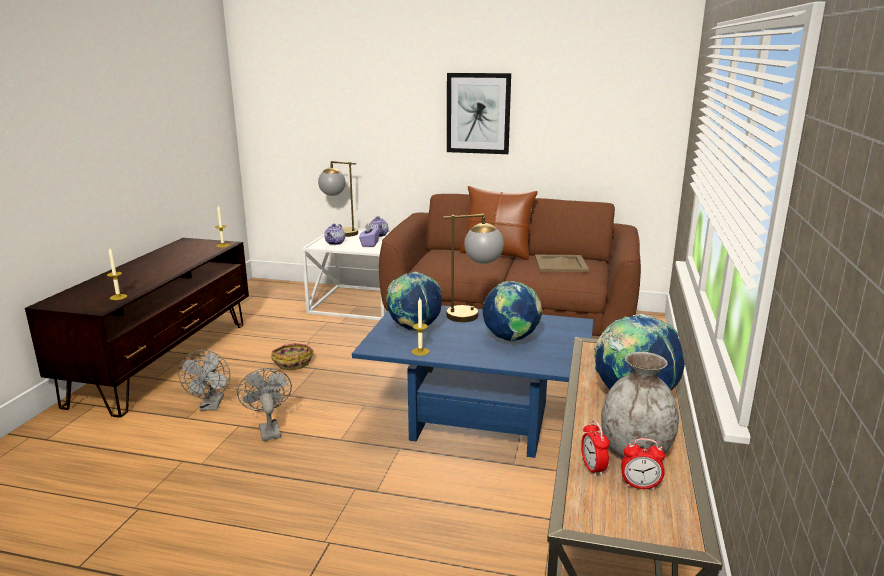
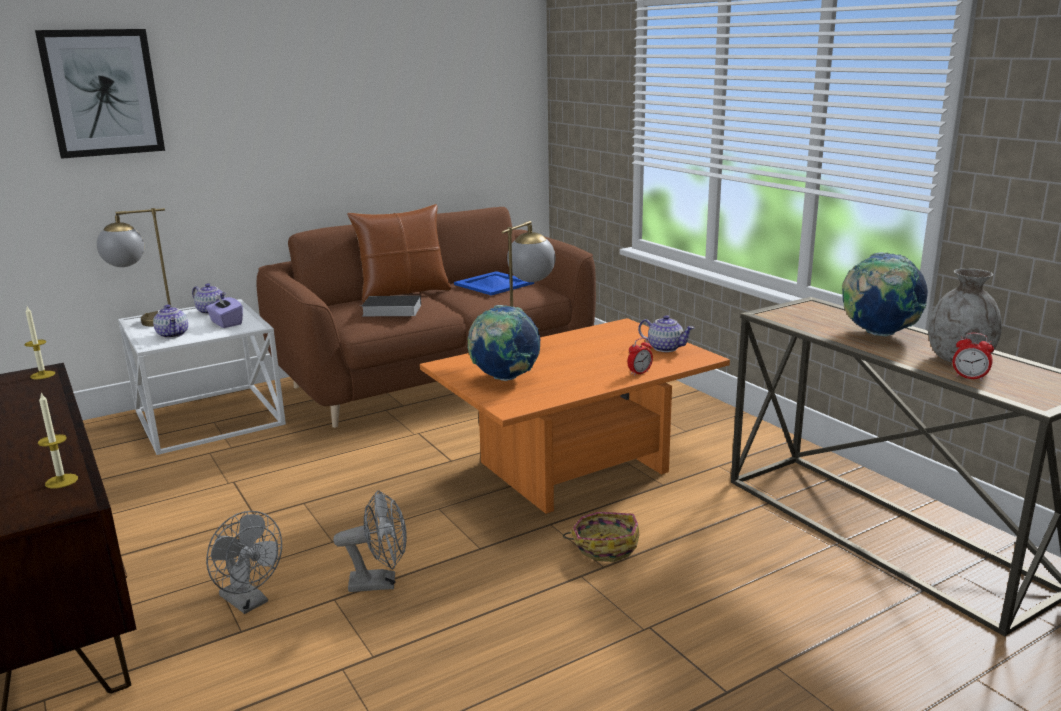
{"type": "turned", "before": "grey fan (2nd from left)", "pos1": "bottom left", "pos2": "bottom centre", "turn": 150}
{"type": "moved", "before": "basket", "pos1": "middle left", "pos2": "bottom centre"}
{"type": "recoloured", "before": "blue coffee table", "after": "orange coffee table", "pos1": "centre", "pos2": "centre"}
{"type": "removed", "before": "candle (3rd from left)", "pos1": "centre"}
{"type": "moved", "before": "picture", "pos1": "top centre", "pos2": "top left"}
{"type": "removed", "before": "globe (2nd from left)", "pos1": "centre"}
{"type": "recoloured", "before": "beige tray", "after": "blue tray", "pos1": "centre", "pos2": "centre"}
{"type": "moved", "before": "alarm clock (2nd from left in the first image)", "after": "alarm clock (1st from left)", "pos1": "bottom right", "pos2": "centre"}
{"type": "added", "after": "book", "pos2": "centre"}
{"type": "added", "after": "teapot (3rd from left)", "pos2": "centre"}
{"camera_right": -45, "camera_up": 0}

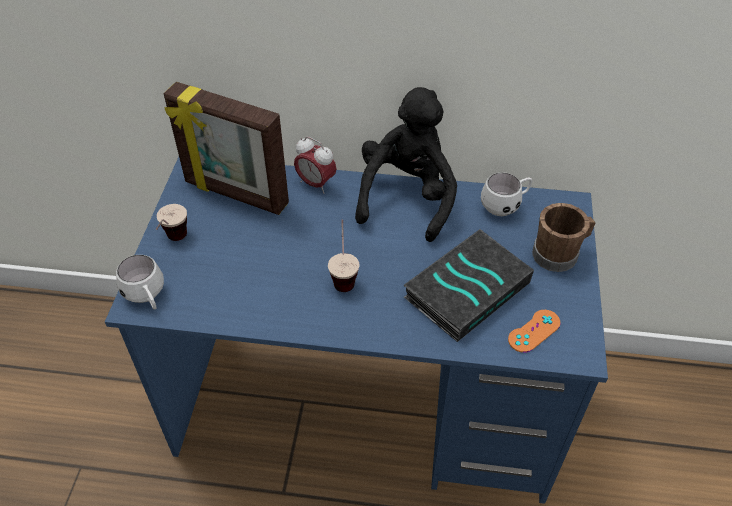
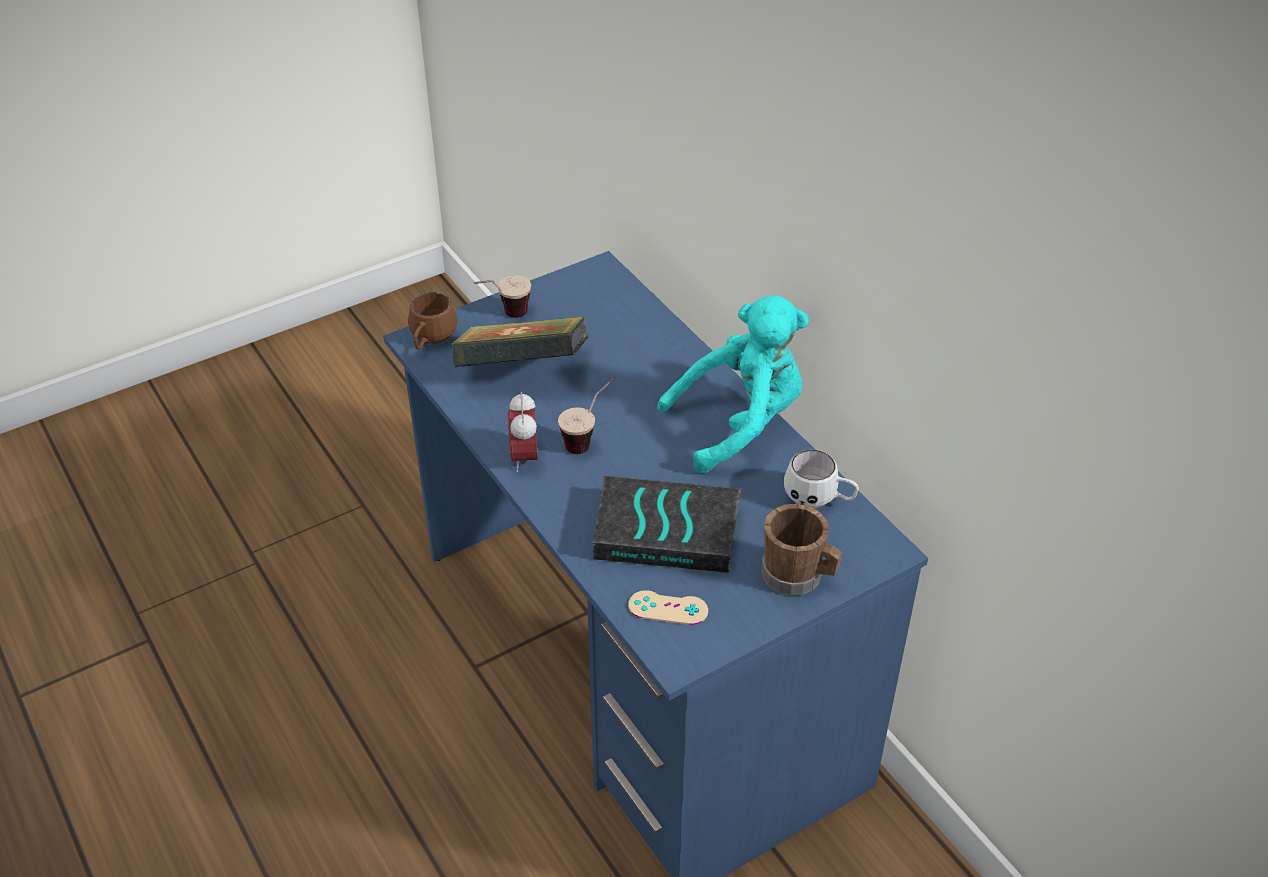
{"type": "recoloured", "before": "white mug (1st from left)", "after": "brown mug (1st from left)", "pos1": "middle left", "pos2": "centre"}
{"type": "removed", "before": "picture frame", "pos1": "top left"}
{"type": "moved", "before": "alarm clock", "pos1": "top centre", "pos2": "centre"}
{"type": "recoloured", "before": "black plush toy", "after": "turquoise plush toy", "pos1": "top centre", "pos2": "centre"}
{"type": "recoloured", "before": "orange game controller", "after": "beige game controller", "pos1": "middle right", "pos2": "bottom centre"}
{"type": "added", "after": "book (1st from left)", "pos2": "centre"}
{"camera_right": 50, "camera_up": -5}

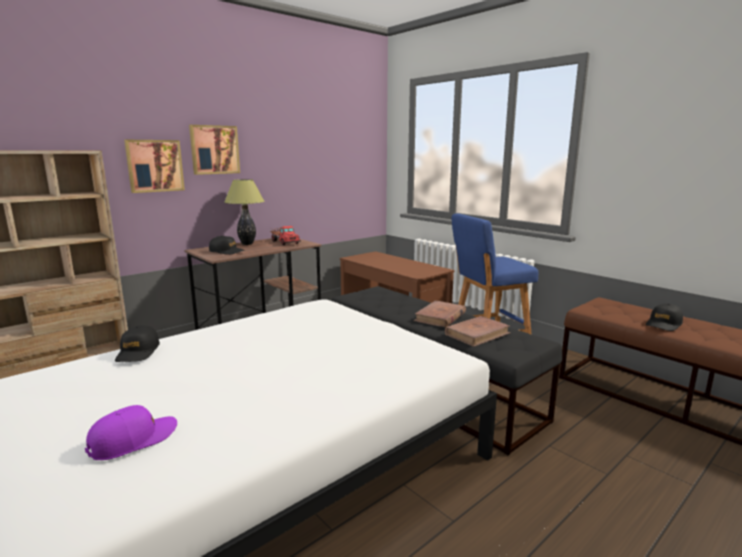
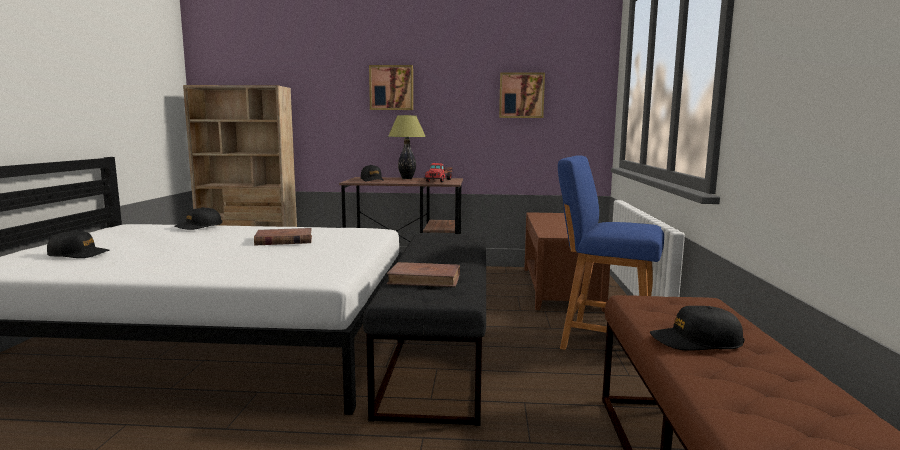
{"type": "recoloured", "before": "purple cap", "after": "black cap (1st from left)", "pos1": "bottom left", "pos2": "middle left"}
{"type": "moved", "before": "picture (1st from left in the first image)", "after": "picture (2nd from left)", "pos1": "top left", "pos2": "top centre"}
{"type": "moved", "before": "brown book (1st from left)", "pos1": "centre", "pos2": "middle left"}
{"camera_right": 45, "camera_up": -5}

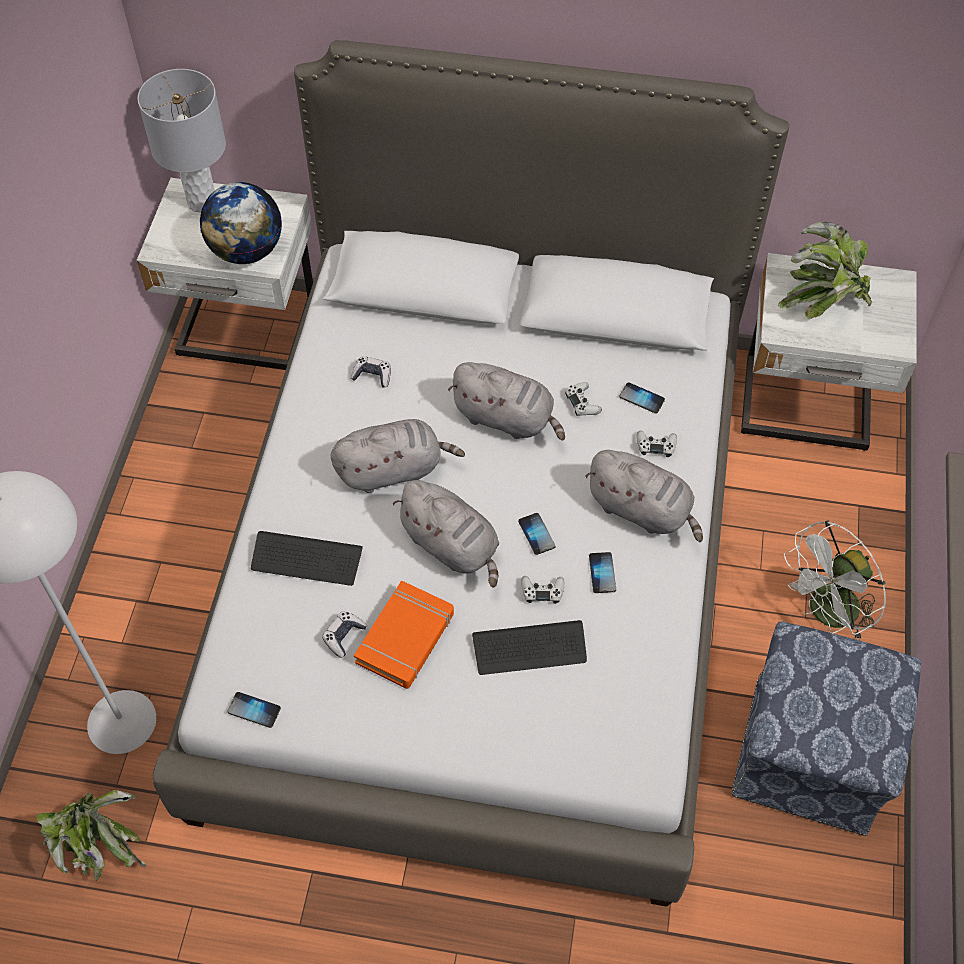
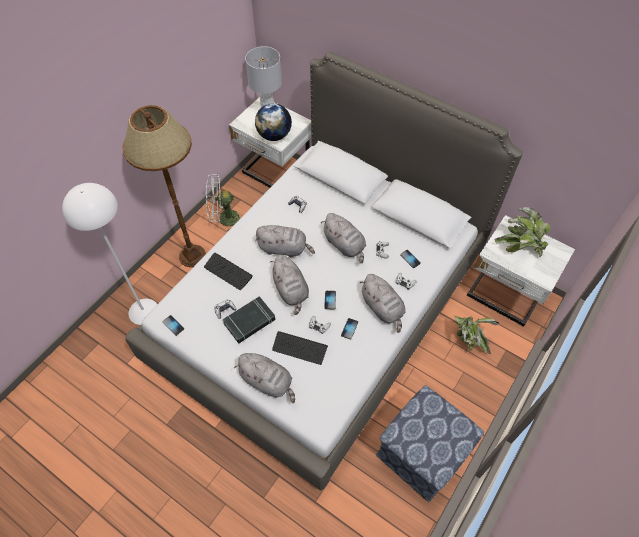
{"type": "moved", "before": "potted plant (1st from left)", "pos1": "bottom left", "pos2": "middle right"}
{"type": "recoloured", "before": "orange book", "after": "black book", "pos1": "centre", "pos2": "centre"}
{"type": "moved", "before": "white fan", "pos1": "middle right", "pos2": "centre"}
{"type": "added", "after": "brown floor lamp", "pos2": "middle left"}
{"type": "added", "after": "grey plush toy (1st from left)", "pos2": "bottom centre"}
{"camera_right": 25, "camera_up": 0}

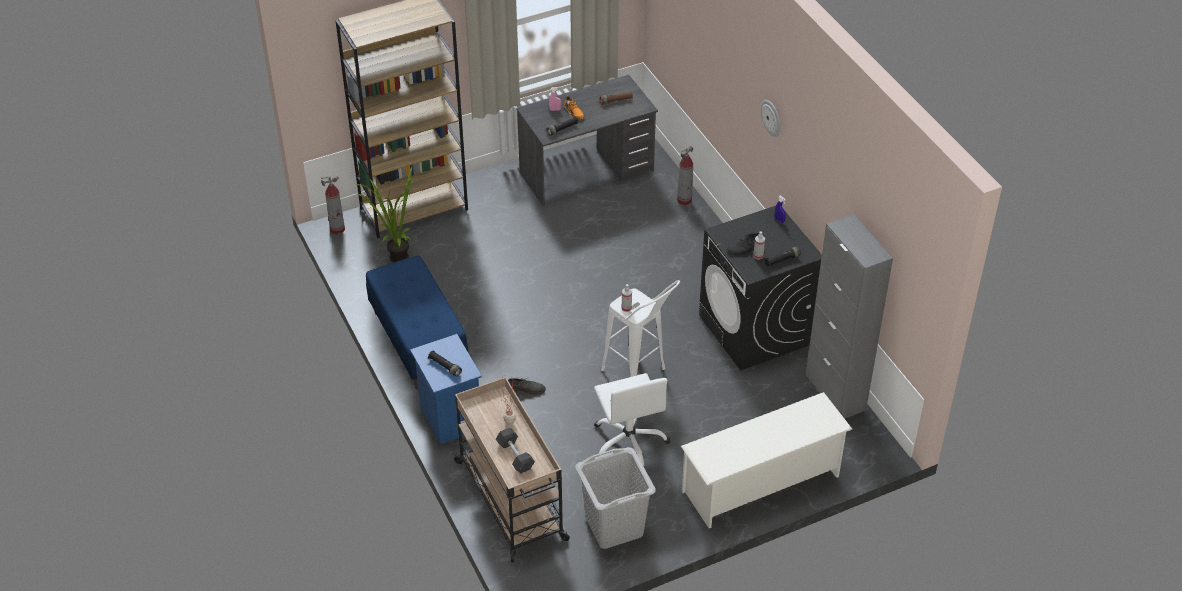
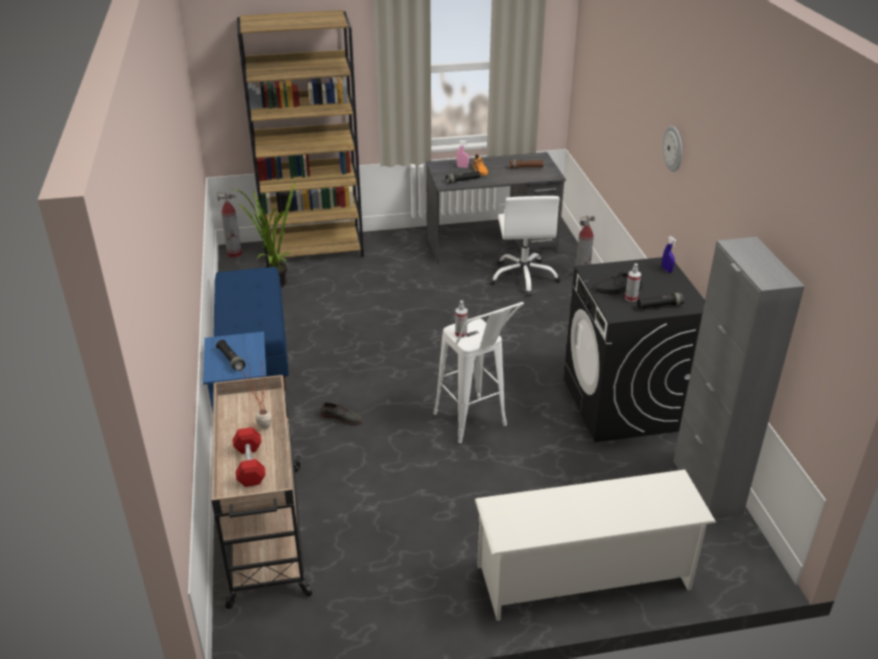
{"type": "recoloured", "before": "grey dumbbell", "after": "red dumbbell", "pos1": "bottom centre", "pos2": "bottom left"}
{"type": "removed", "before": "grey laundry basket", "pos1": "bottom centre"}
{"type": "moved", "before": "white office chair", "pos1": "bottom centre", "pos2": "centre"}
{"camera_right": 15, "camera_up": -10}

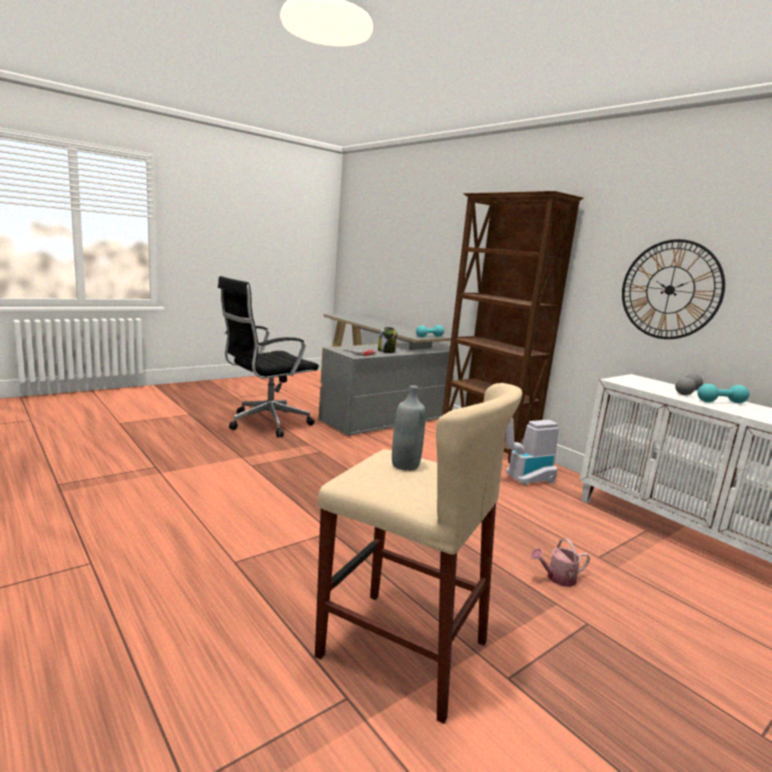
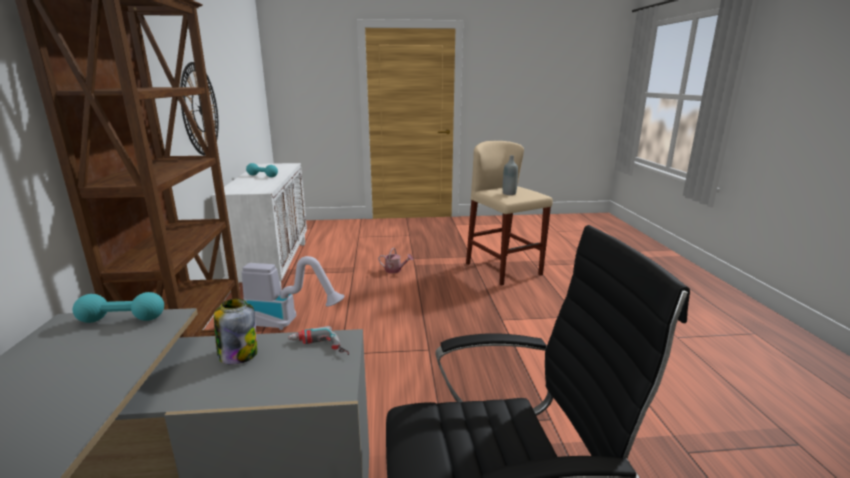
{"type": "removed", "before": "grey dumbbell", "pos1": "middle right"}
{"camera_right": -145, "camera_up": 5}

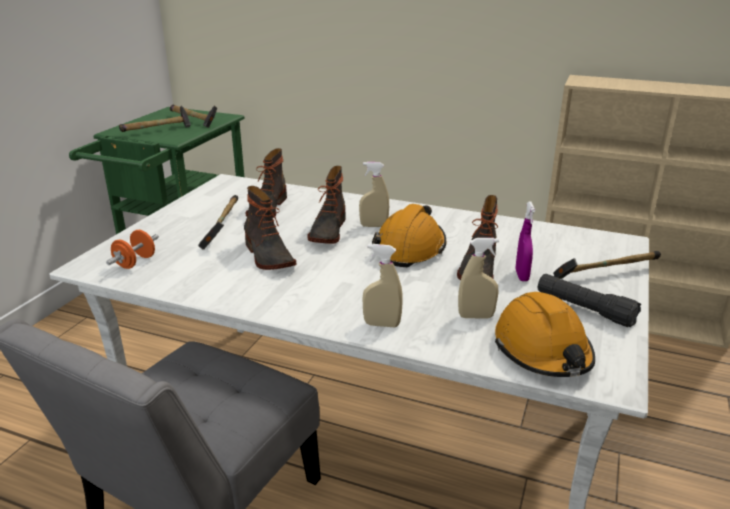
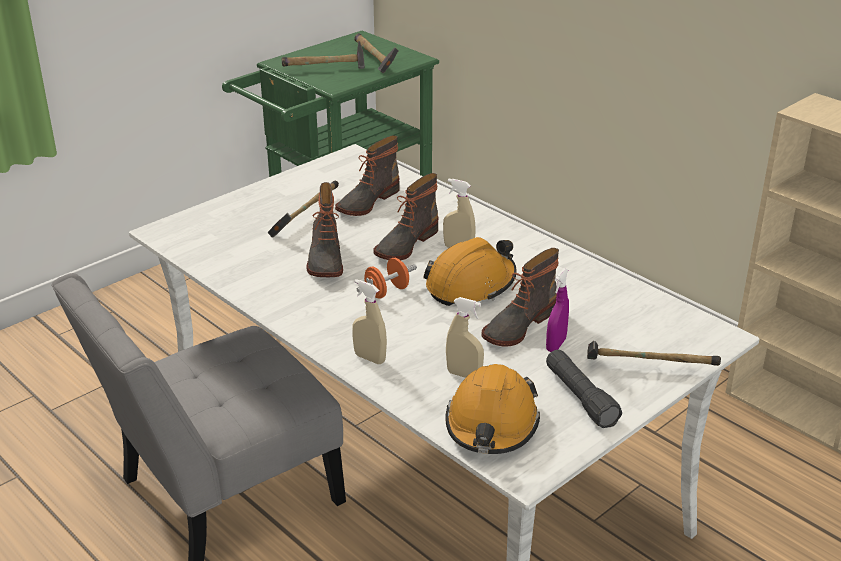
{"type": "moved", "before": "orange dumbbell", "pos1": "middle left", "pos2": "centre"}
{"camera_right": 25, "camera_up": 5}

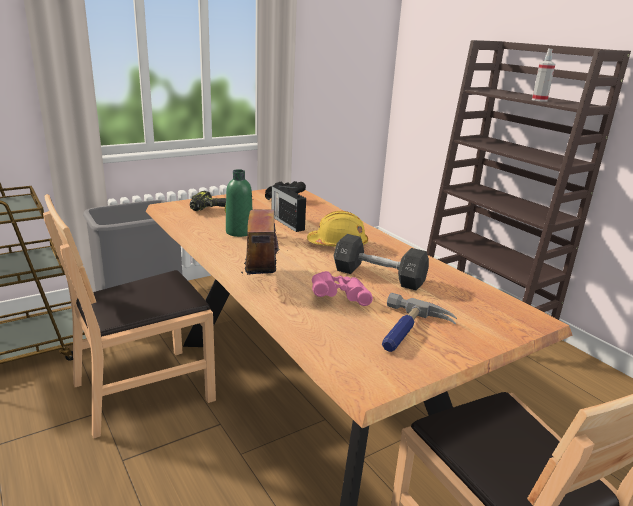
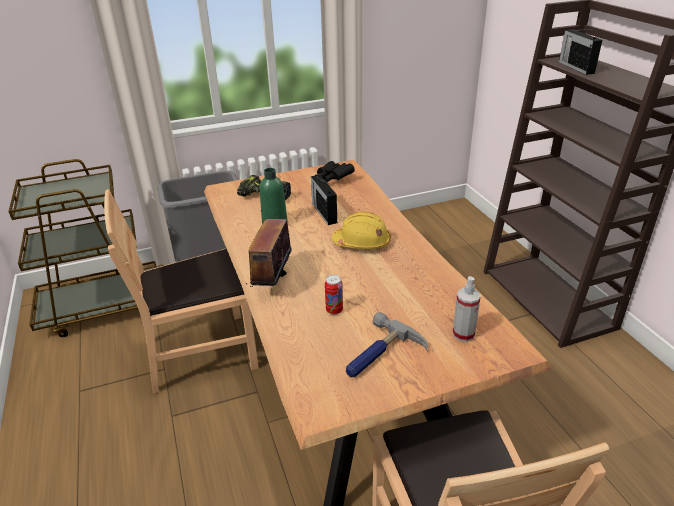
{"type": "replaced", "before": "pink binoculars", "after": "can", "pos1": "centre", "pos2": "centre"}
{"type": "removed", "before": "black dumbbell", "pos1": "centre"}
{"type": "moved", "before": "spray bottle", "pos1": "top right", "pos2": "middle right"}
{"type": "added", "after": "radio (3rd from left)", "pos2": "top right"}
{"camera_right": 15, "camera_up": 10}

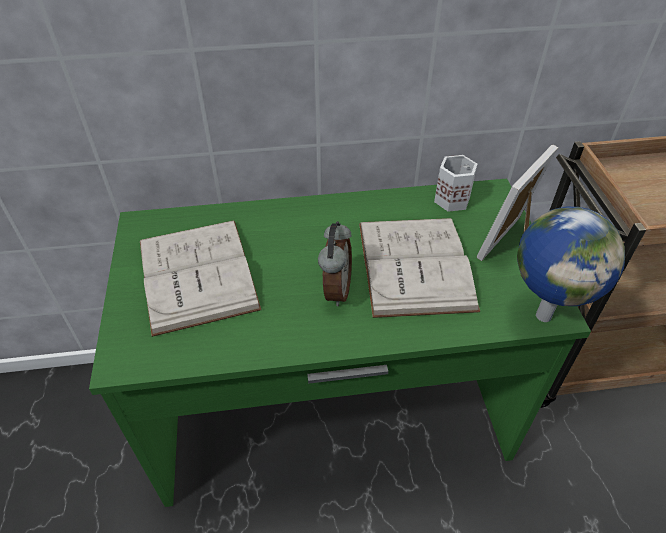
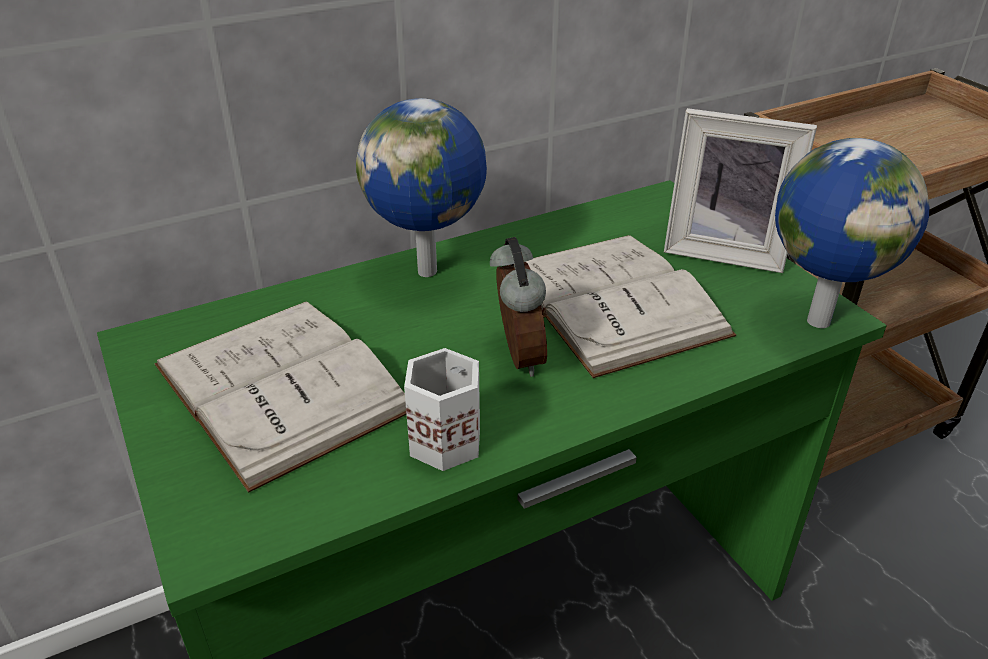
{"type": "moved", "before": "white mug", "pos1": "middle right", "pos2": "centre"}
{"type": "turned", "before": "picture frame", "pos1": "middle right", "pos2": "top right", "turn": -90}
{"type": "added", "after": "globe (1st from left)", "pos2": "top centre"}
{"camera_right": -20, "camera_up": -10}

